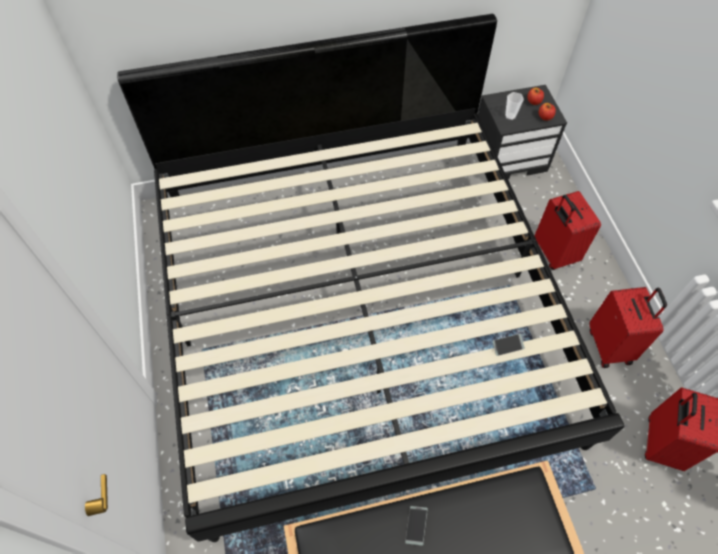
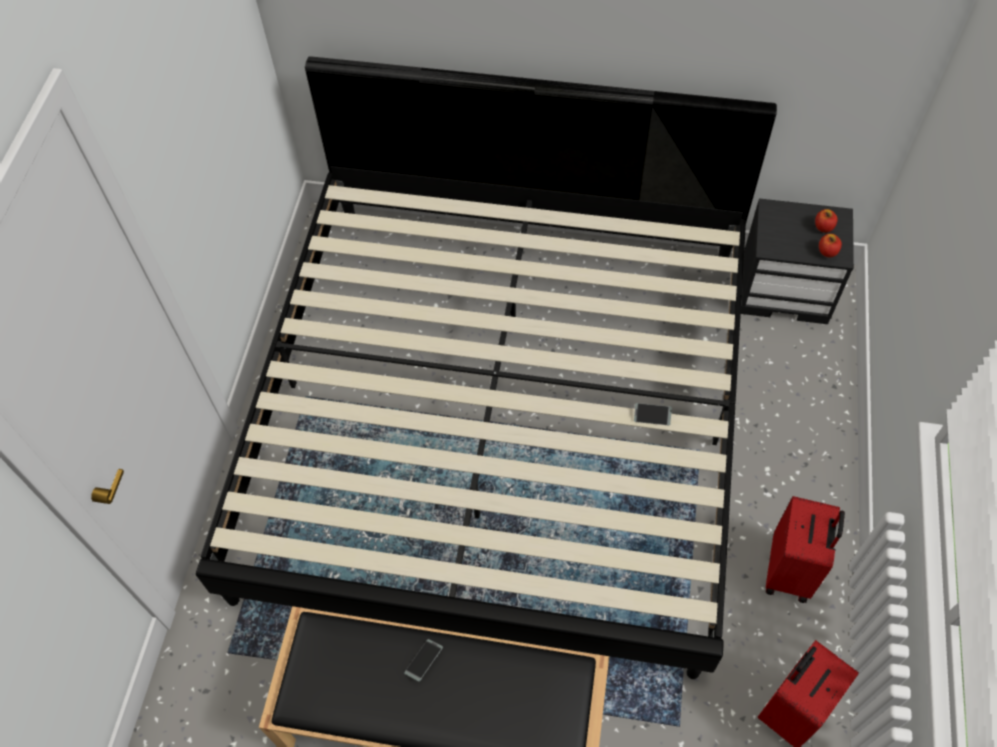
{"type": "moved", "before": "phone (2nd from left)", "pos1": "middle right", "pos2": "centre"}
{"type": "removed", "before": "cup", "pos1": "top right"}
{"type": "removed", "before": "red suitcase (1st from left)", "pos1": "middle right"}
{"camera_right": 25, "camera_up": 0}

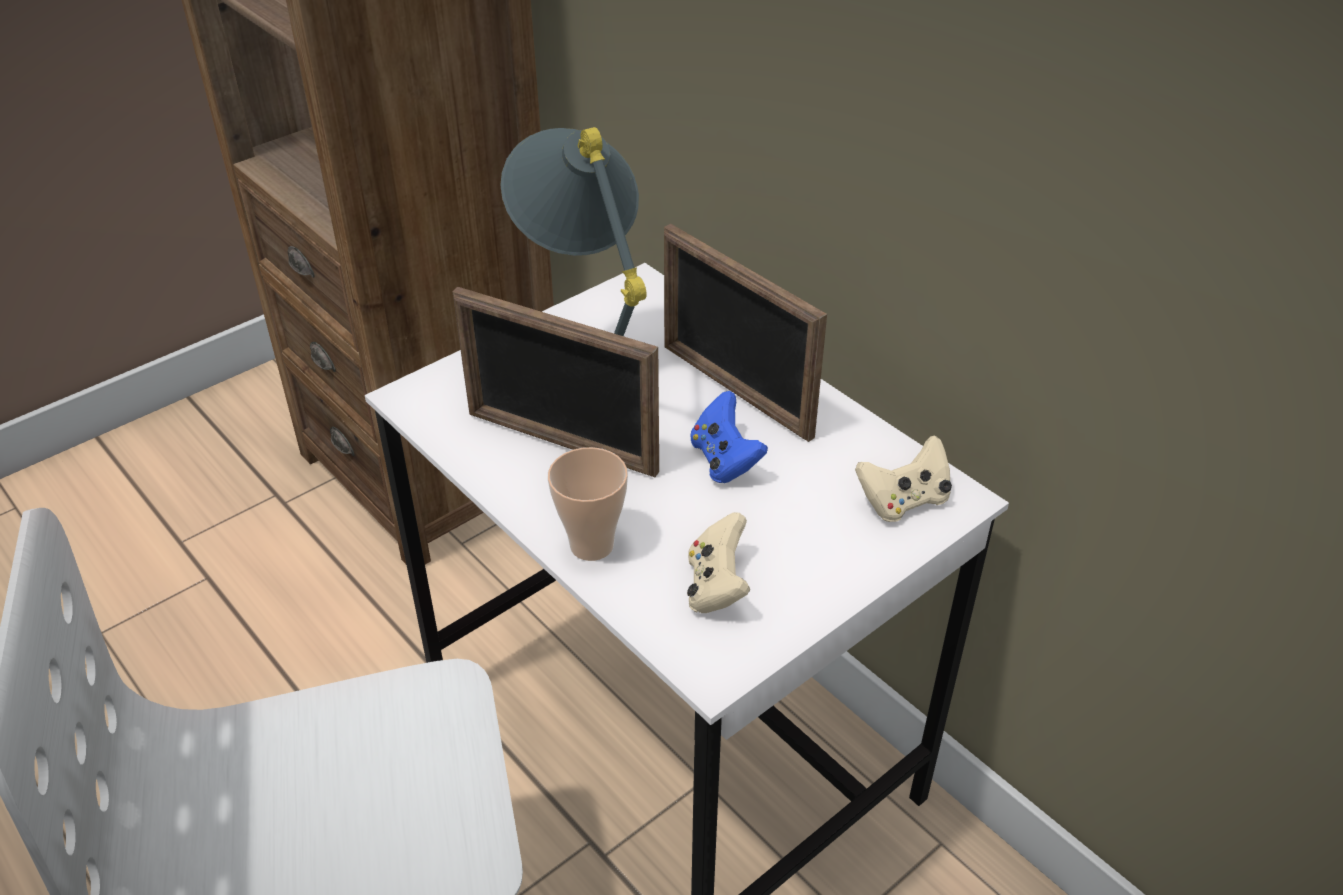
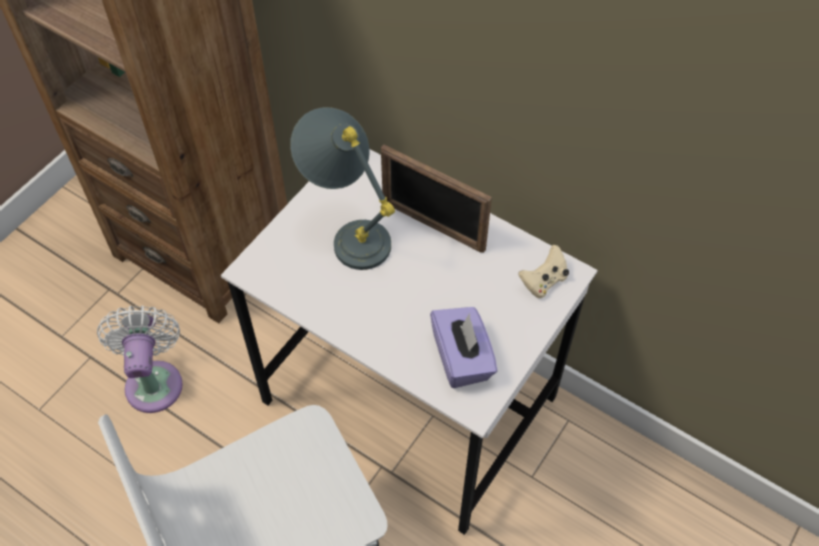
{"type": "removed", "before": "picture frame (1st from left)", "pos1": "centre"}
{"type": "removed", "before": "cup", "pos1": "centre"}
{"type": "replaced", "before": "beige game controller (1st from left)", "after": "purple tissue box", "pos1": "centre", "pos2": "centre"}
{"type": "removed", "before": "blue game controller", "pos1": "centre"}
{"type": "added", "after": "white fan", "pos2": "middle left"}
{"camera_right": -15, "camera_up": 15}

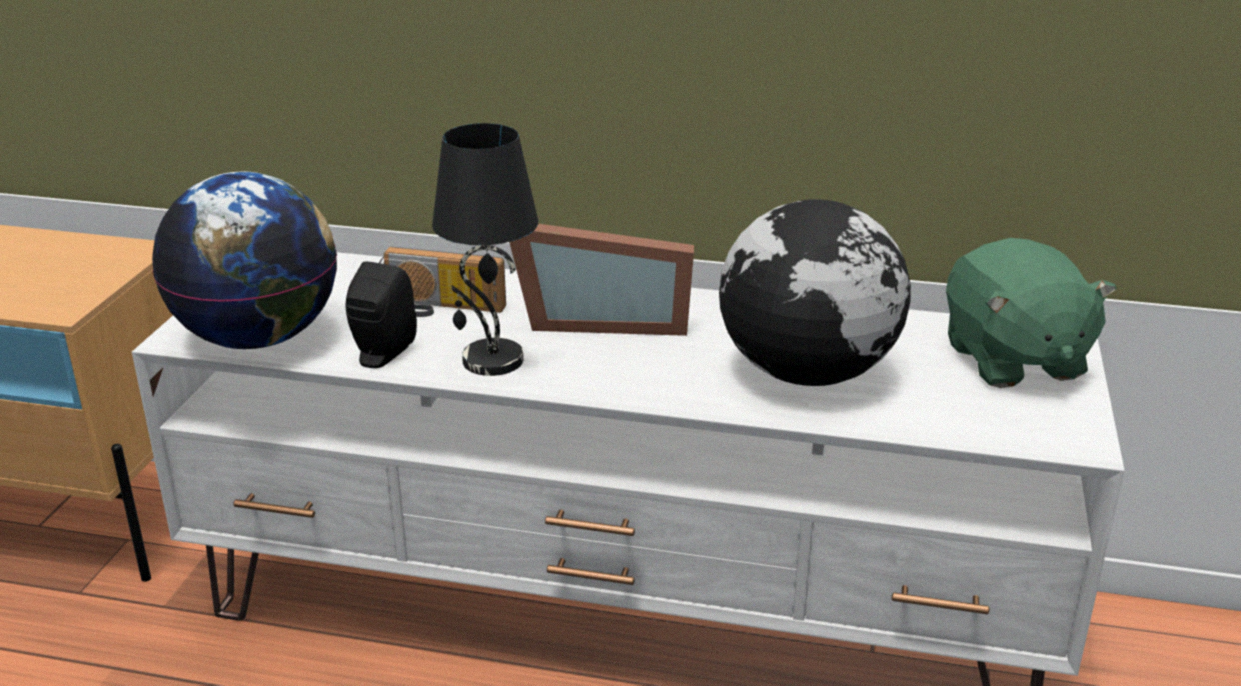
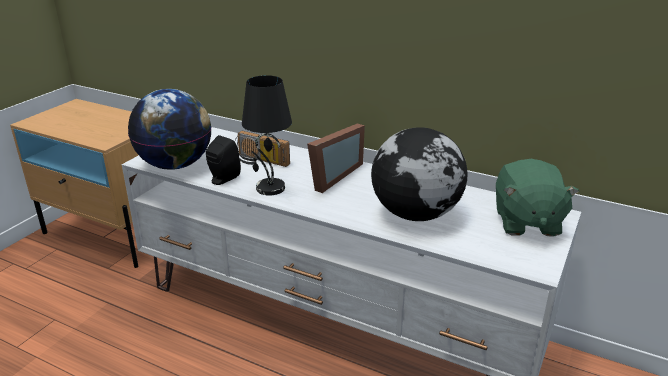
{"type": "turned", "before": "picture frame", "pos1": "centre", "pos2": "centre", "turn": -75}
{"camera_right": 15, "camera_up": 0}

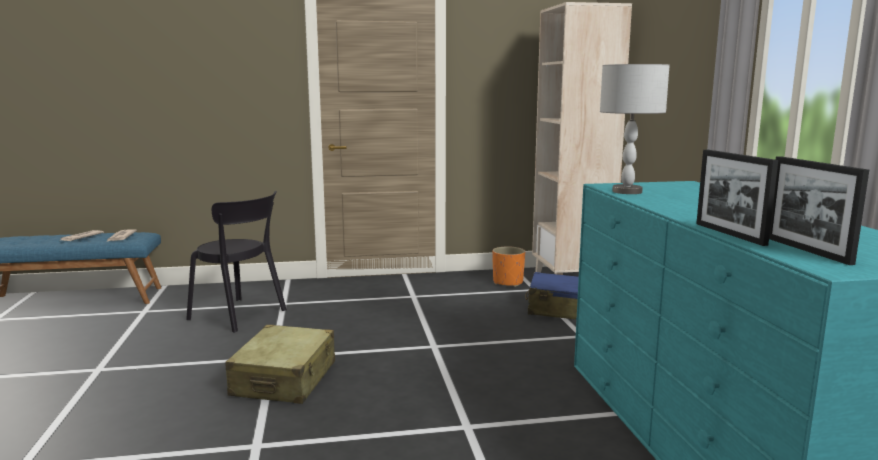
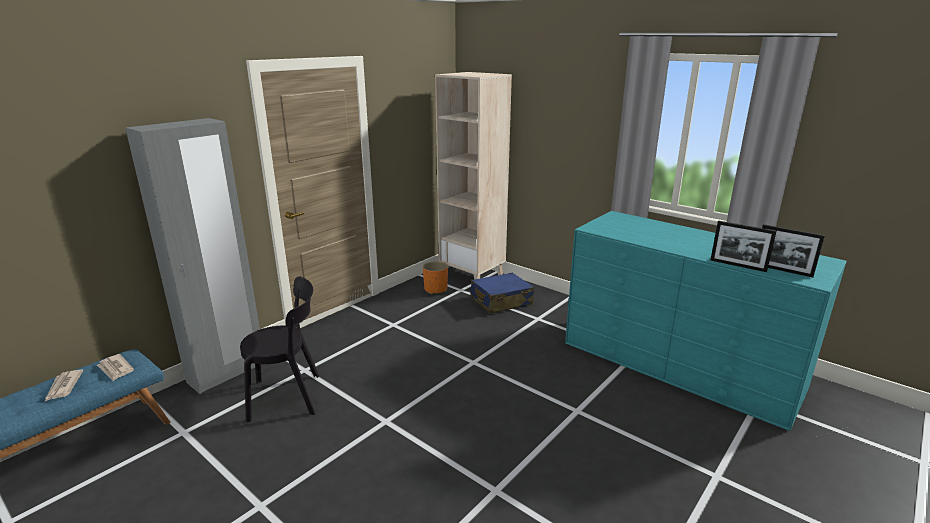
{"type": "removed", "before": "beige suitcase", "pos1": "bottom left"}
{"type": "removed", "before": "grey table lamp", "pos1": "top right"}
{"type": "added", "after": "grey wardrobe", "pos2": "middle left"}
{"camera_right": -40, "camera_up": 10}

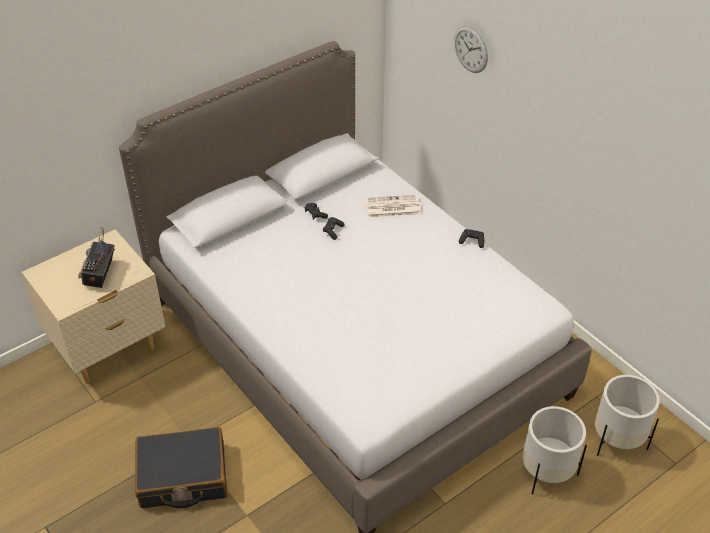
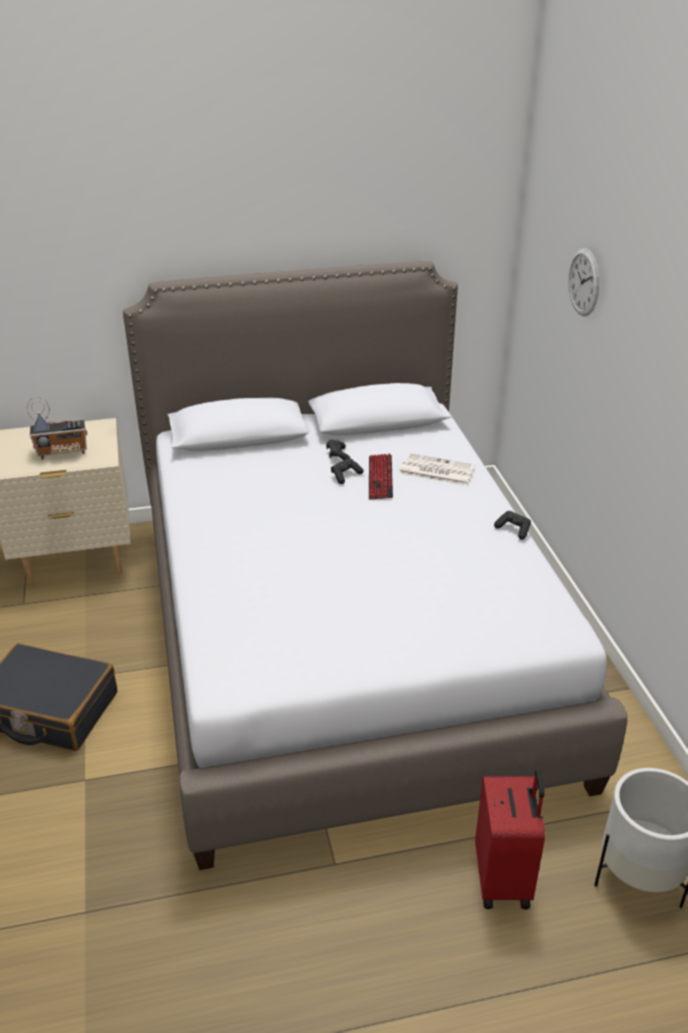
{"type": "turned", "before": "radio", "pos1": "middle left", "pos2": "middle left", "turn": -135}
{"type": "replaced", "before": "white planter (1st from left)", "after": "red suitcase", "pos1": "bottom right", "pos2": "bottom right"}
{"type": "added", "after": "keyboard", "pos2": "centre"}
{"camera_right": 25, "camera_up": -10}

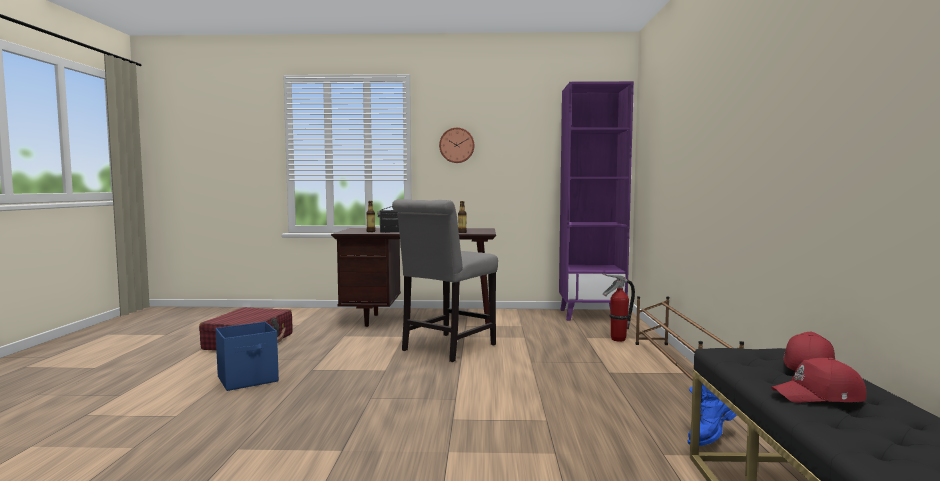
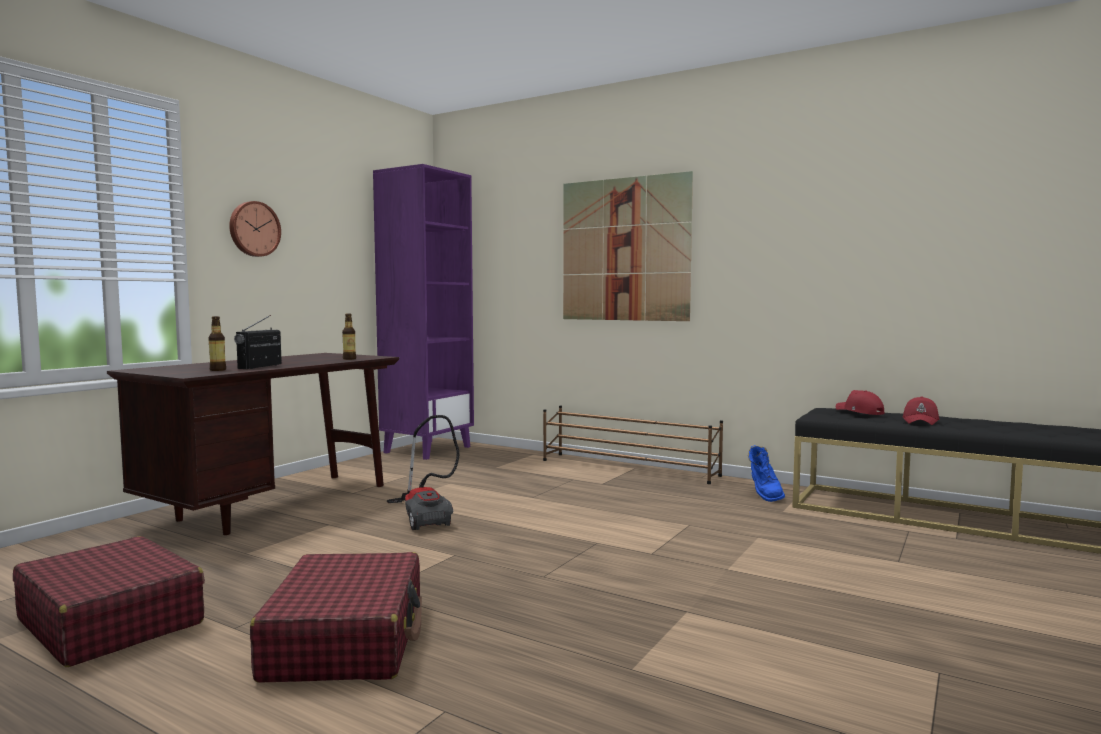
{"type": "replaced", "before": "blue storage box", "after": "red suitcase (2nd from left)", "pos1": "bottom left", "pos2": "bottom left"}
{"type": "replaced", "before": "grey chair", "after": "vacuum cleaner", "pos1": "centre", "pos2": "centre"}
{"type": "removed", "before": "fire extinguisher", "pos1": "centre"}
{"type": "added", "after": "picture", "pos2": "centre"}
{"camera_right": -60, "camera_up": 0}

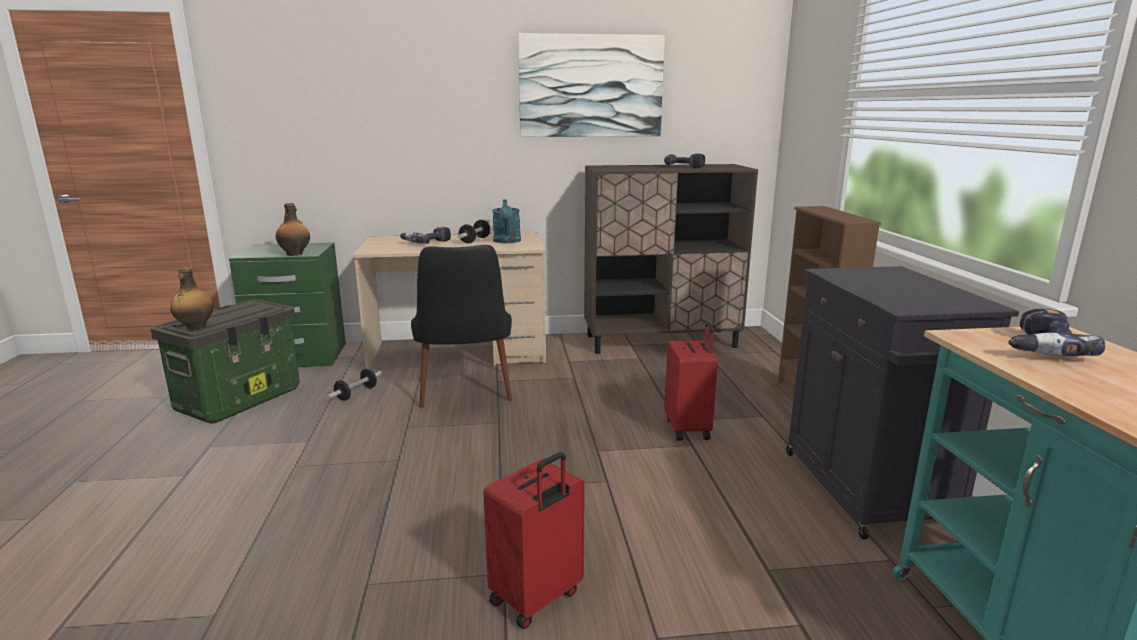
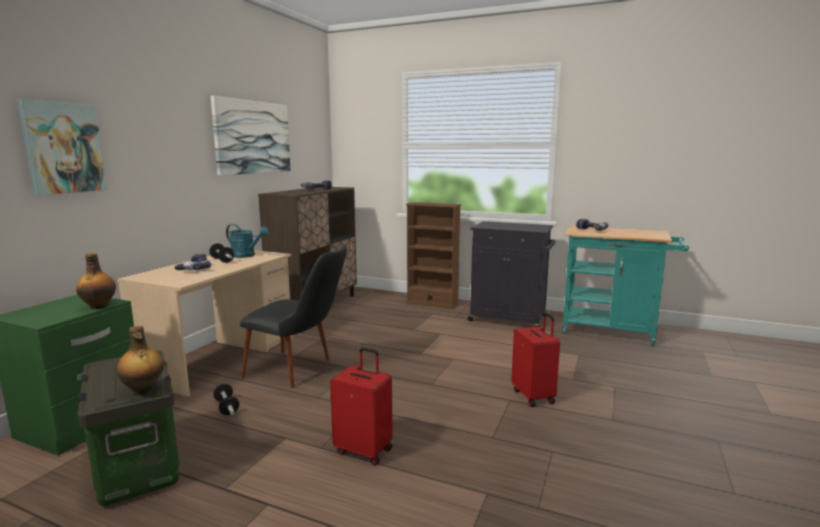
{"type": "moved", "before": "red suitcase (2nd from left in the first image)", "after": "red suitcase (1st from left)", "pos1": "centre", "pos2": "bottom centre"}
{"type": "added", "after": "picture (1st from left)", "pos2": "top left"}
{"camera_right": -60, "camera_up": -5}

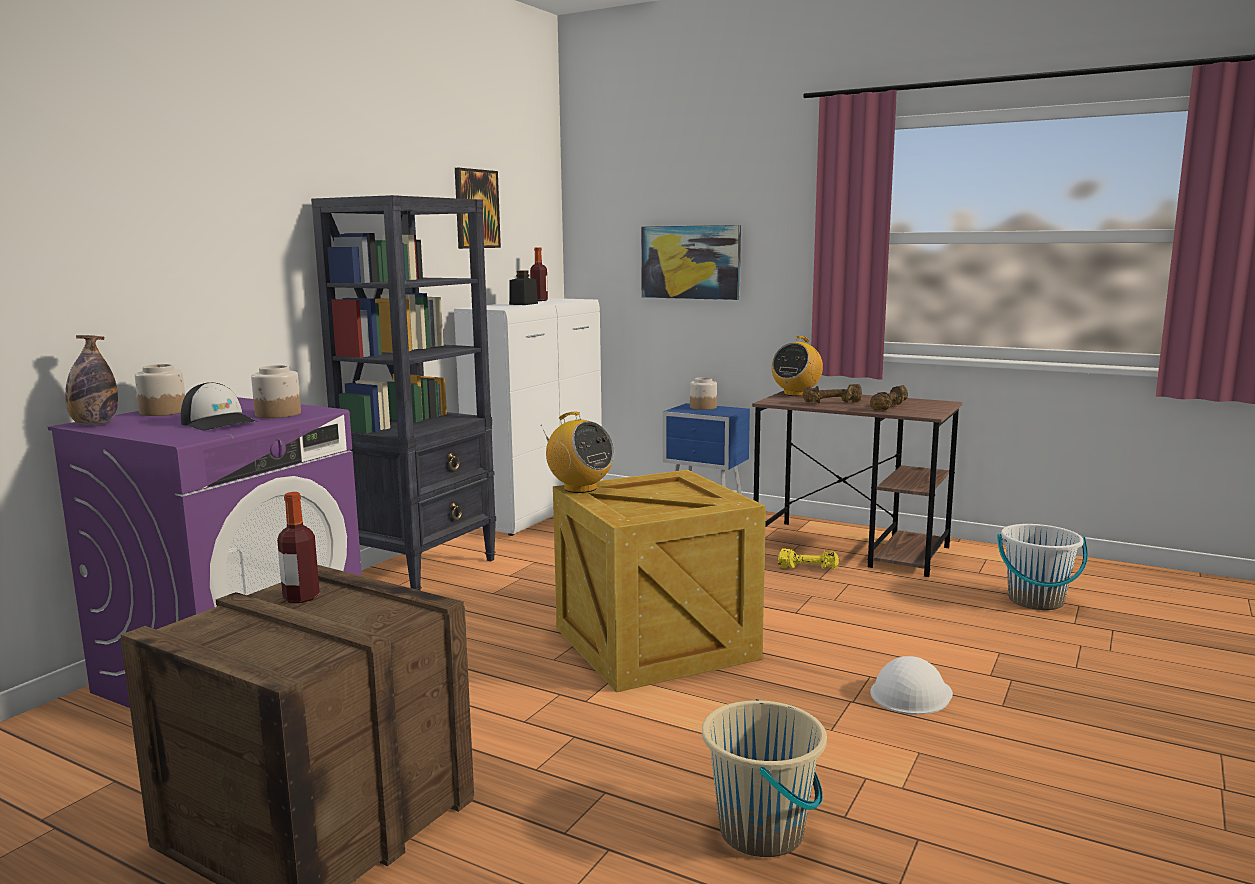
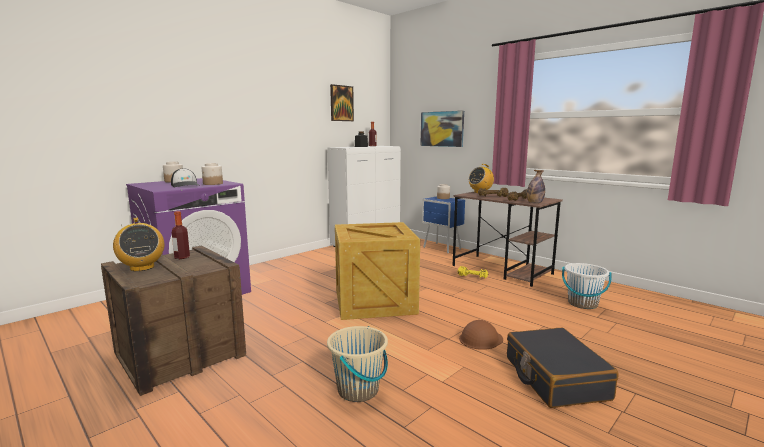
{"type": "moved", "before": "bottle (1st from left in the first image)", "after": "bottle (3rd from left)", "pos1": "middle left", "pos2": "middle right"}
{"type": "removed", "before": "black bookcase", "pos1": "middle left"}
{"type": "moved", "before": "radio (1st from left)", "pos1": "centre", "pos2": "middle left"}
{"type": "recoloured", "before": "white hard hat", "after": "brown hard hat", "pos1": "bottom right", "pos2": "bottom centre"}
{"type": "added", "after": "black suitcase", "pos2": "bottom right"}
{"camera_right": 15, "camera_up": 0}

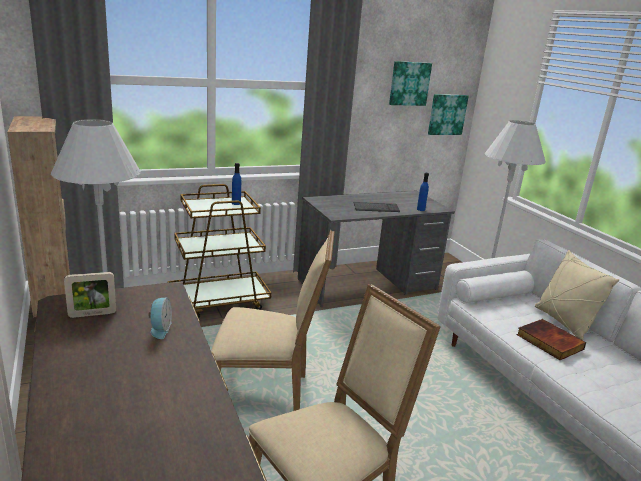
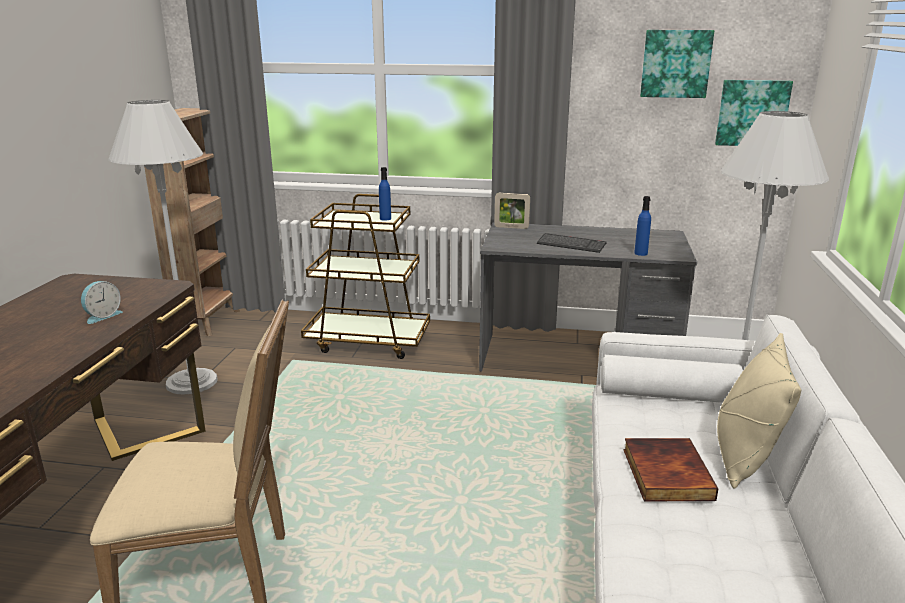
{"type": "moved", "before": "picture frame", "pos1": "middle left", "pos2": "centre"}
{"type": "removed", "before": "beige chair (1st from left)", "pos1": "centre"}
{"camera_right": 35, "camera_up": 0}

